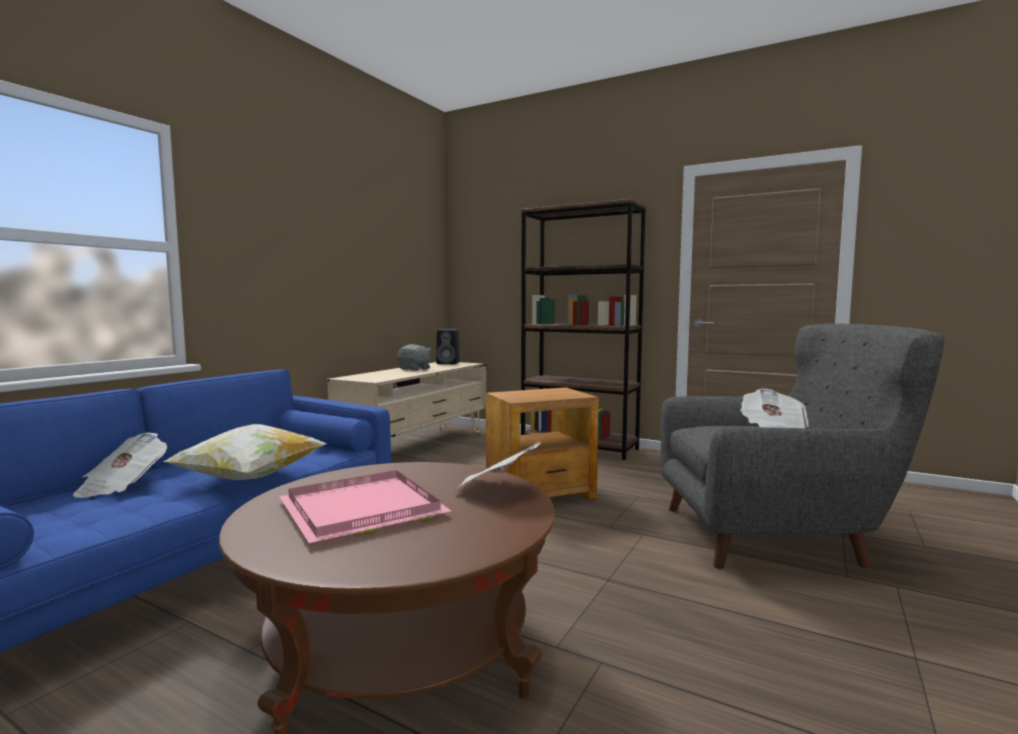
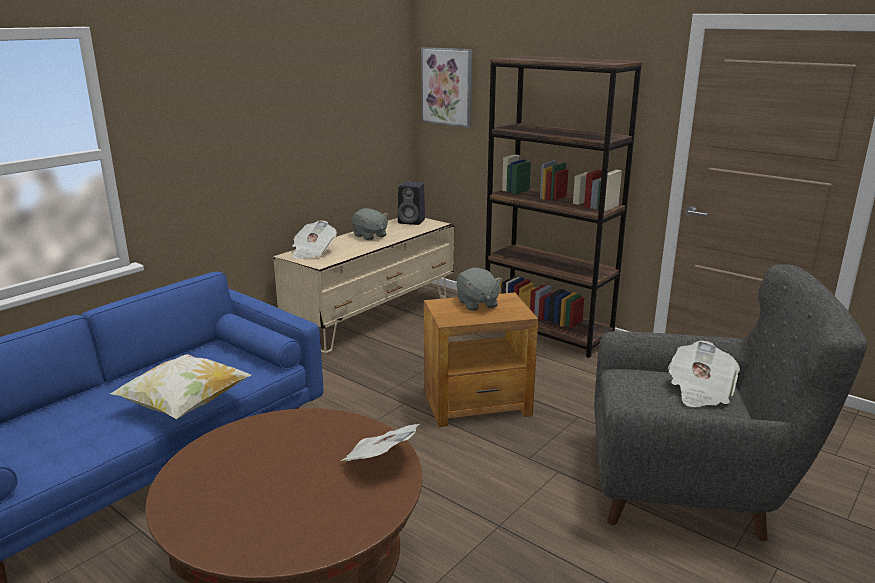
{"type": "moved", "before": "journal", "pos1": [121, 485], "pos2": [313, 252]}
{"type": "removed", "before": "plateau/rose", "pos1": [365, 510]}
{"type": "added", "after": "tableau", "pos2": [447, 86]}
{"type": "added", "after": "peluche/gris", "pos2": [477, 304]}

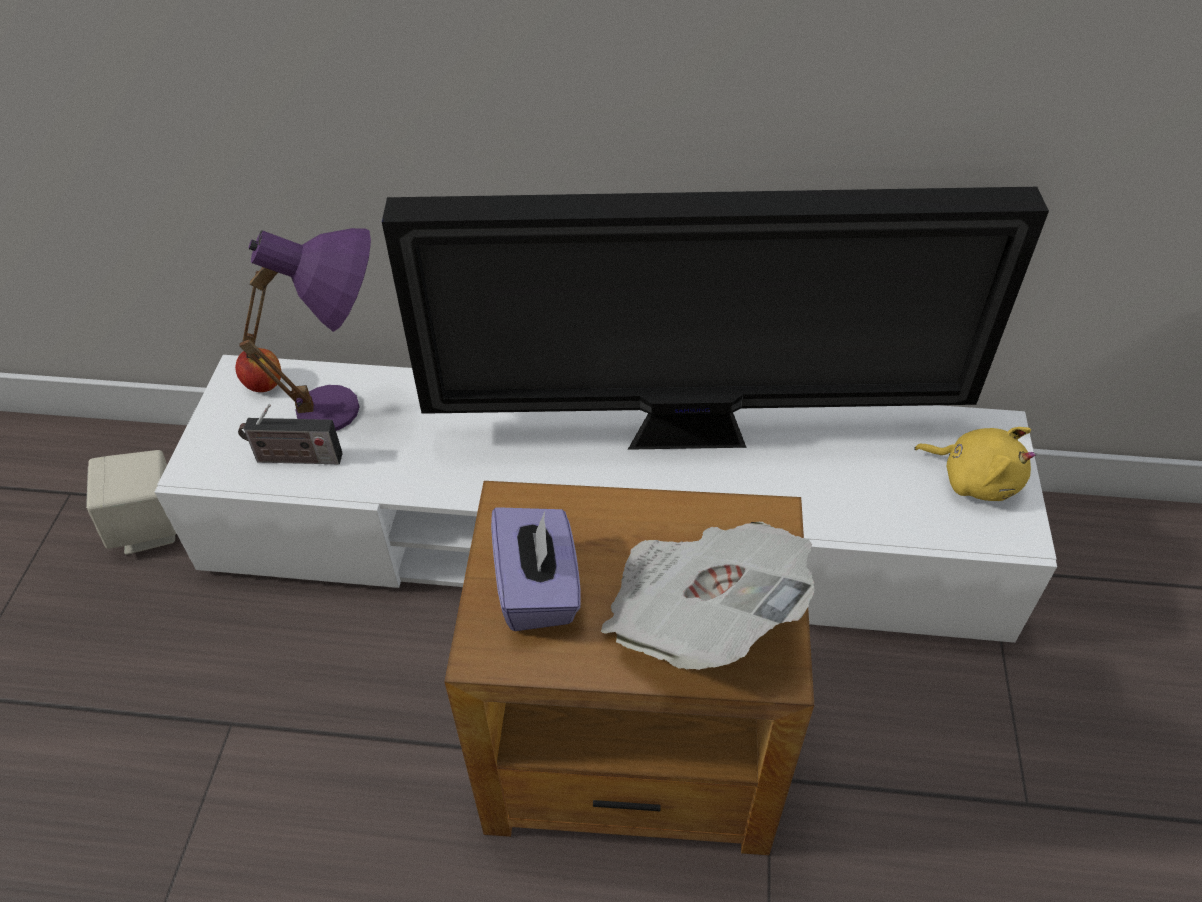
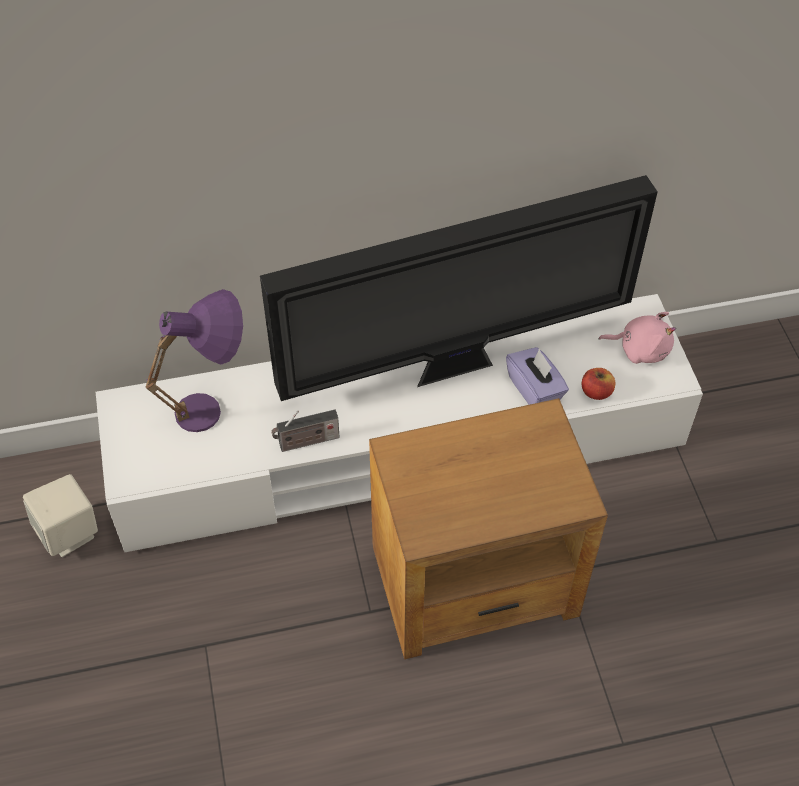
{"type": "moved", "before": "pomme", "pos1": [264, 383], "pos2": [596, 392]}
{"type": "moved", "before": "radio", "pos1": [295, 459], "pos2": [306, 442]}
{"type": "moved", "before": "boîte à mouchoirs/violet", "pos1": [538, 589], "pos2": [535, 389]}
{"type": "removed", "before": "journal", "pos1": [698, 616]}
{"type": "recoloured", "before": "peluche/jaune", "after": "peluche/rose", "pos1": [975, 479], "pos2": [640, 349]}

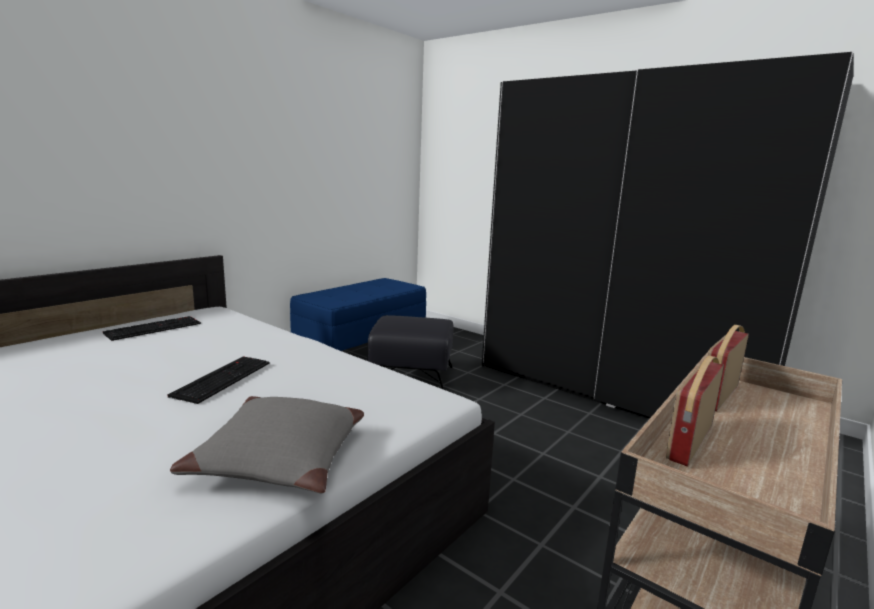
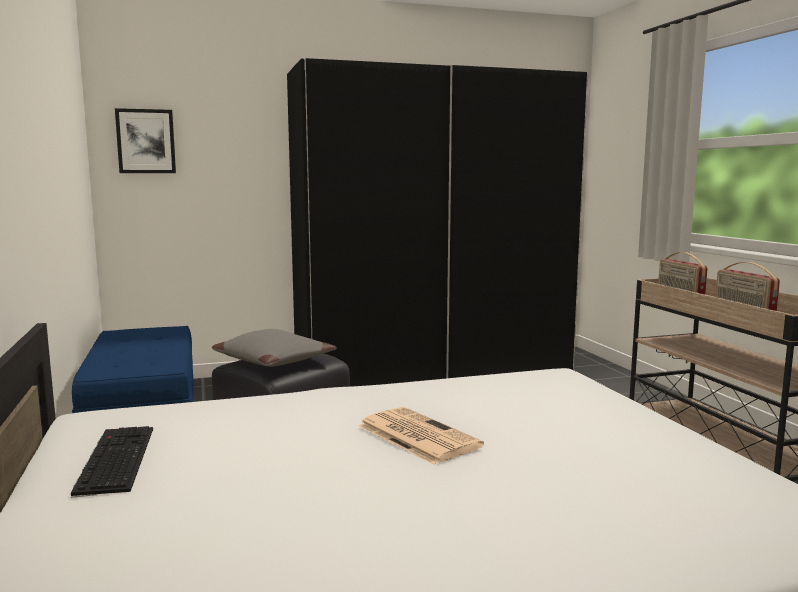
{"type": "replaced", "before": "clavier", "after": "journal", "pos1": [222, 378], "pos2": [416, 435]}
{"type": "moved", "before": "coussin/gris", "pos1": [281, 458], "pos2": [275, 361]}
{"type": "added", "after": "tableau", "pos2": [146, 141]}

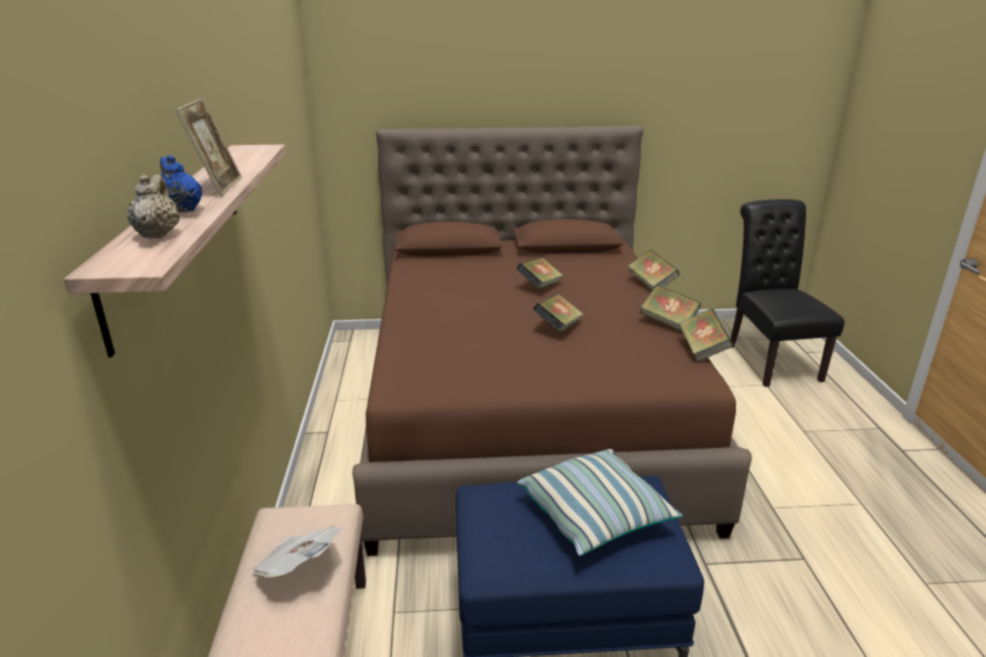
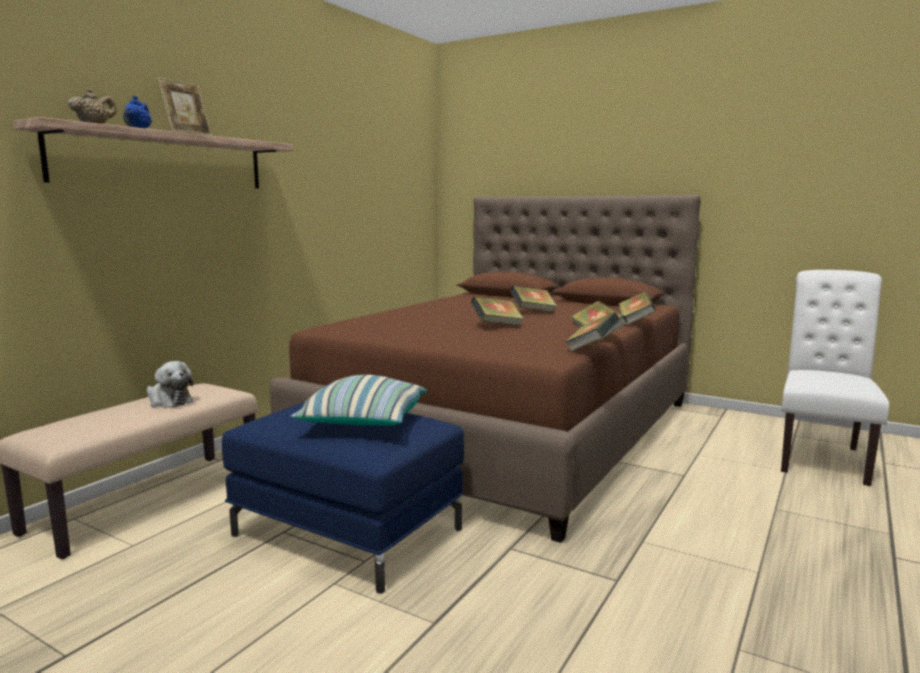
{"type": "replaced", "before": "journal", "after": "peluche", "pos1": [299, 568], "pos2": [168, 401]}
{"type": "recoloured", "before": "chaise/noir", "after": "chaise/blanc", "pos1": [769, 359], "pos2": [821, 457]}

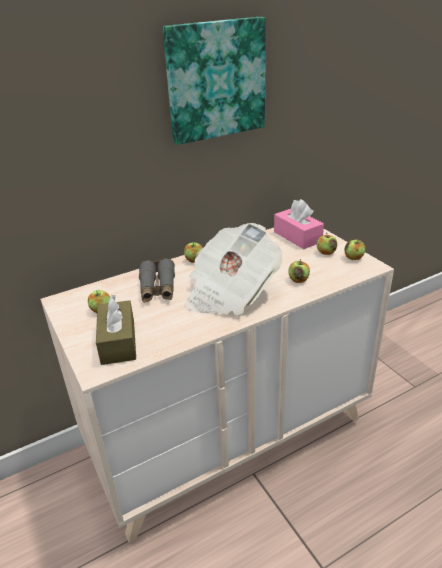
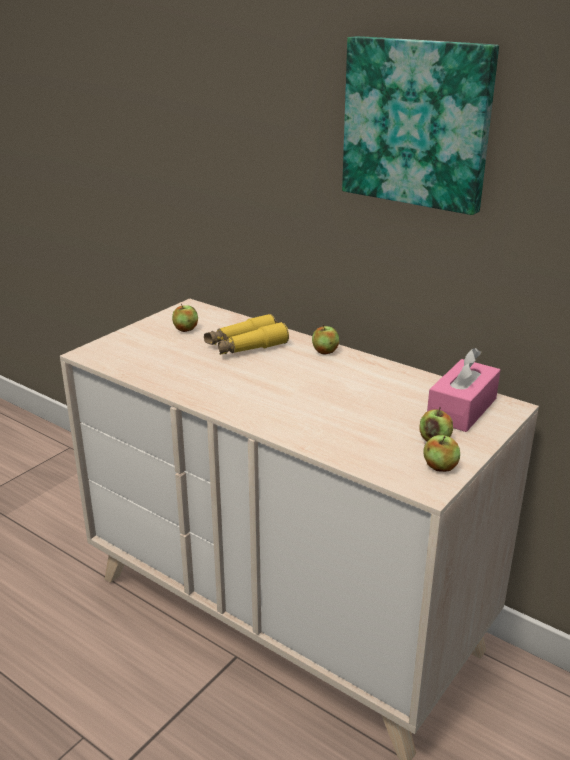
{"type": "removed", "before": "boîte à mouchoirs/marron", "pos1": [118, 342]}
{"type": "recoloured", "before": "jumelles/gris", "after": "jumelles/jaune", "pos1": [157, 288], "pos2": [245, 346]}
{"type": "removed", "before": "journal", "pos1": [230, 292]}
{"type": "removed", "before": "pomme", "pos1": [298, 280]}

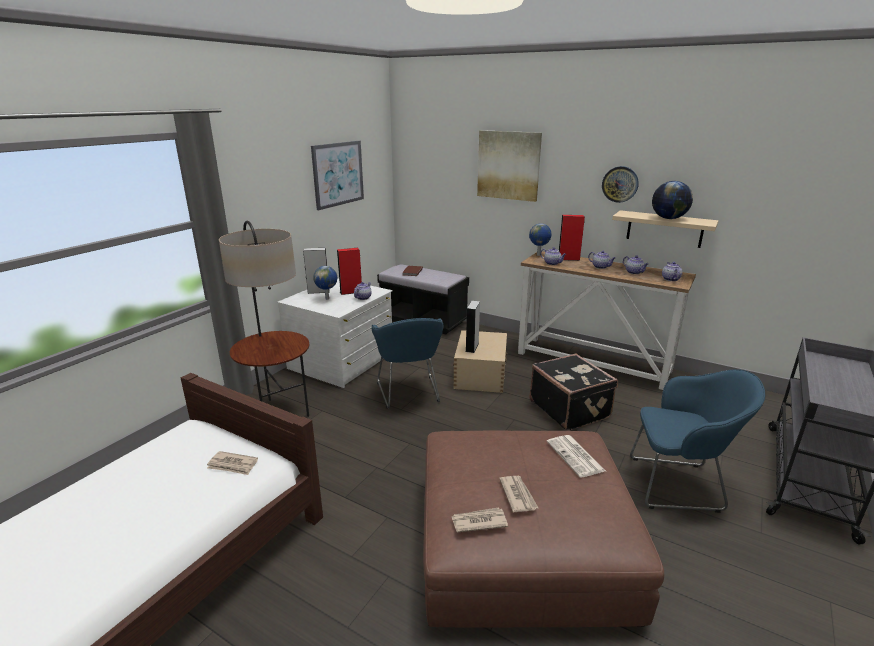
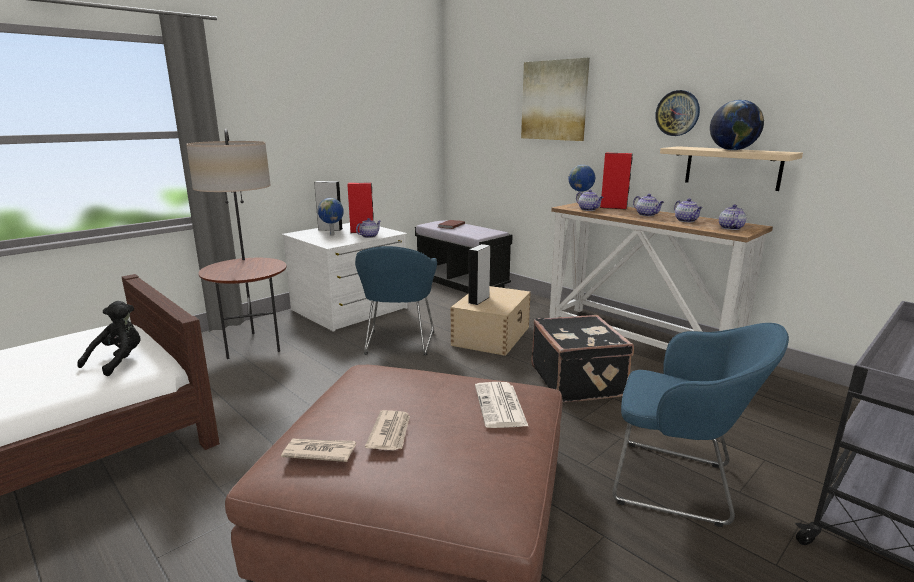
{"type": "replaced", "before": "journal", "after": "peluche/noir", "pos1": [233, 465], "pos2": [118, 361]}
{"type": "removed", "before": "tableau", "pos1": [338, 174]}

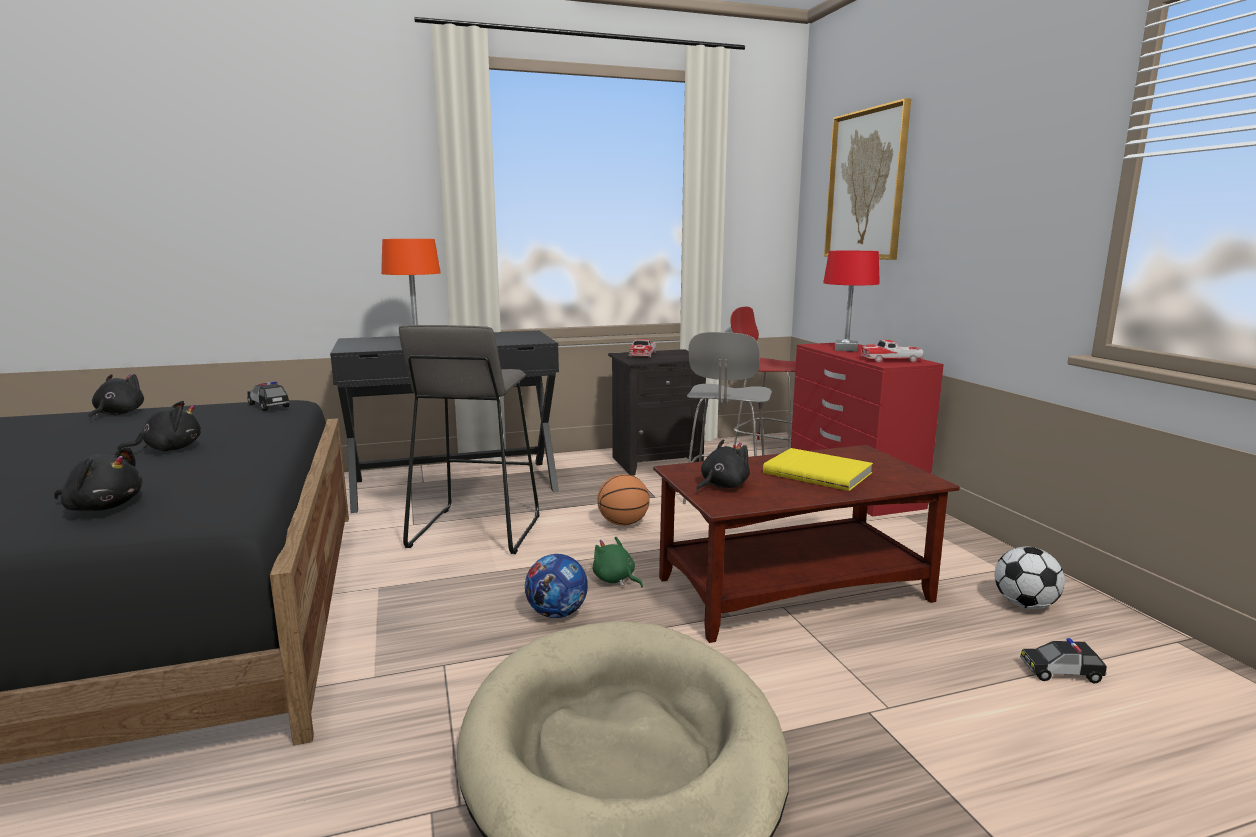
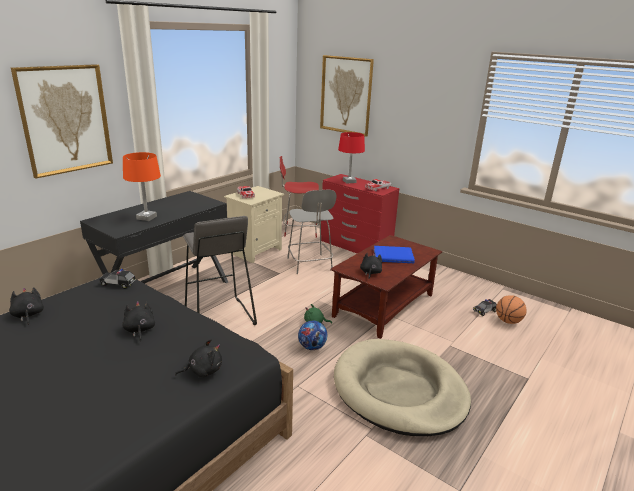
{"type": "turned", "before": "peluche/noir", "pos1": [169, 449], "pos2": [139, 330], "turn": -45}
{"type": "moved", "before": "ballon de basket", "pos1": [623, 524], "pos2": [508, 321]}
{"type": "recoloured", "before": "table de chevet/noir", "after": "table de chevet/beige", "pos1": [657, 462], "pos2": [255, 250]}
{"type": "recoloured", "before": "livre/jaune", "after": "livre/bleu", "pos1": [818, 472], "pos2": [393, 256]}
{"type": "removed", "before": "ballon de foot", "pos1": [1024, 605]}
{"type": "added", "after": "tableau", "pos2": [65, 119]}

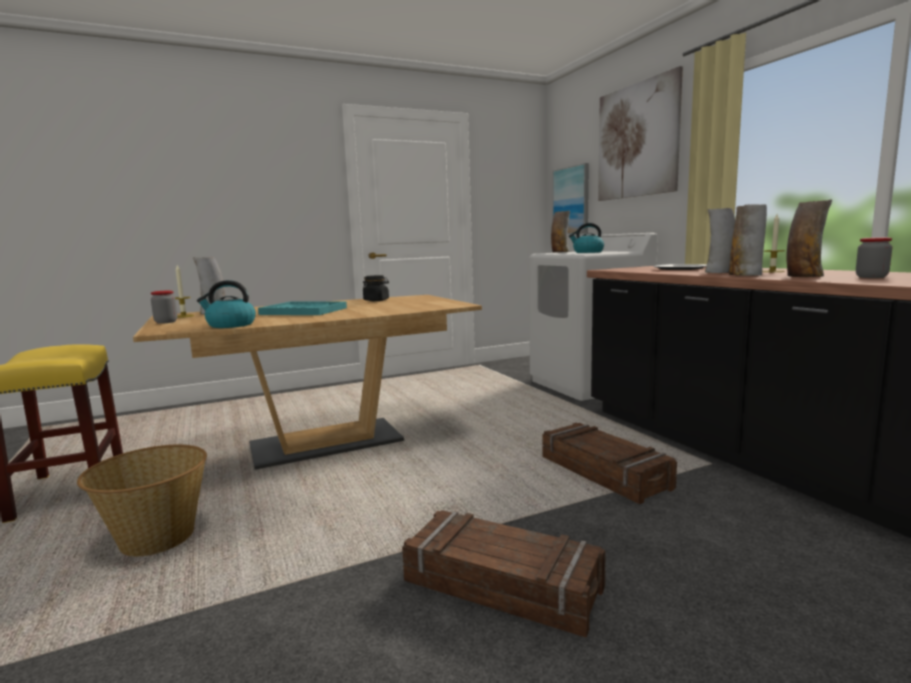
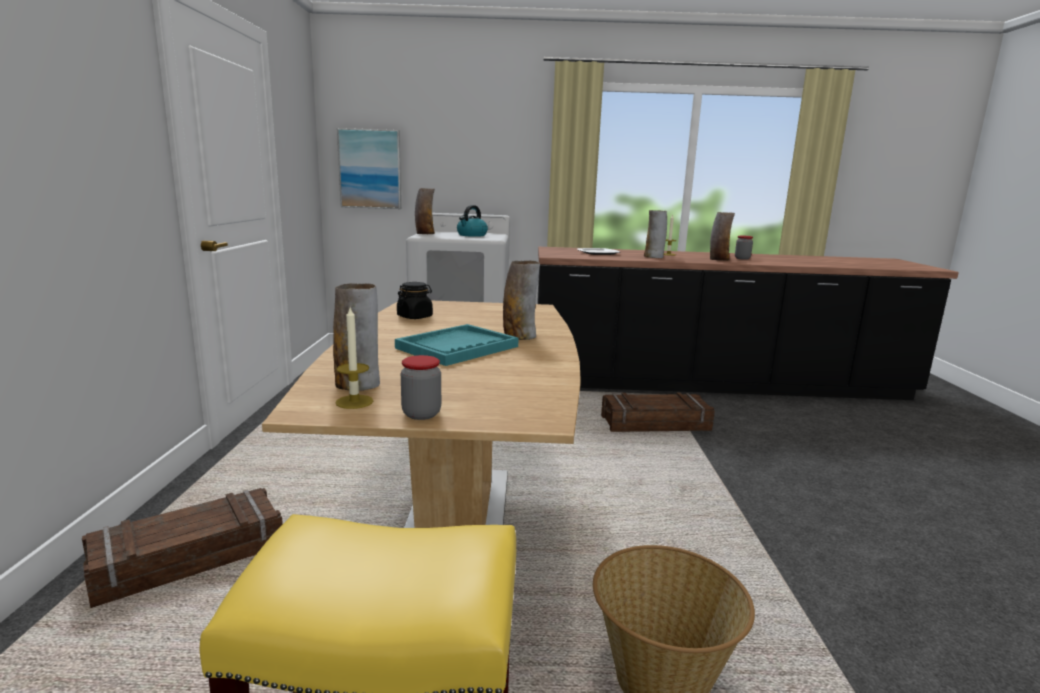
{"type": "removed", "before": "bouilloire", "pos1": [230, 325]}
{"type": "moved", "before": "caisse", "pos1": [502, 586], "pos2": [190, 558]}
{"type": "removed", "before": "tableau", "pos1": [637, 141]}
{"type": "moved", "before": "vase", "pos1": [745, 275], "pos2": [519, 336]}

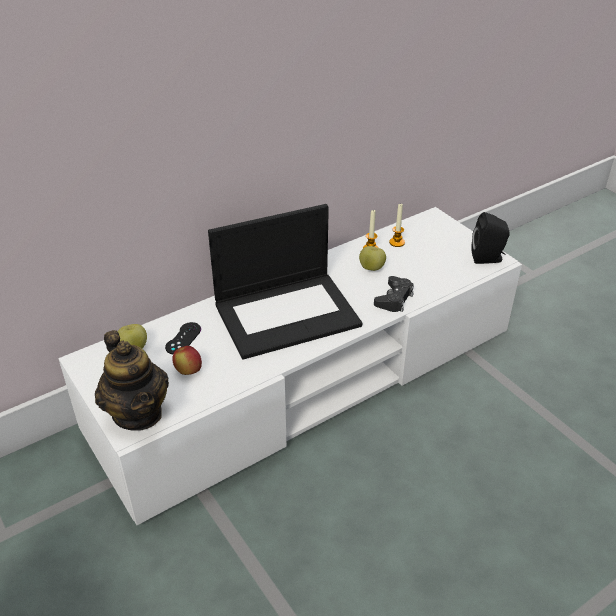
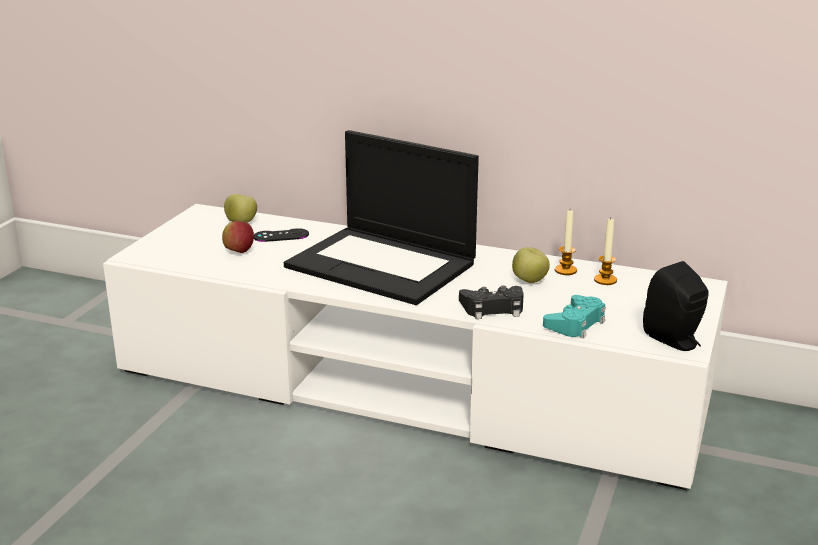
{"type": "removed", "before": "théière", "pos1": [138, 413]}
{"type": "added", "after": "manette/turquoise", "pos2": [575, 323]}

